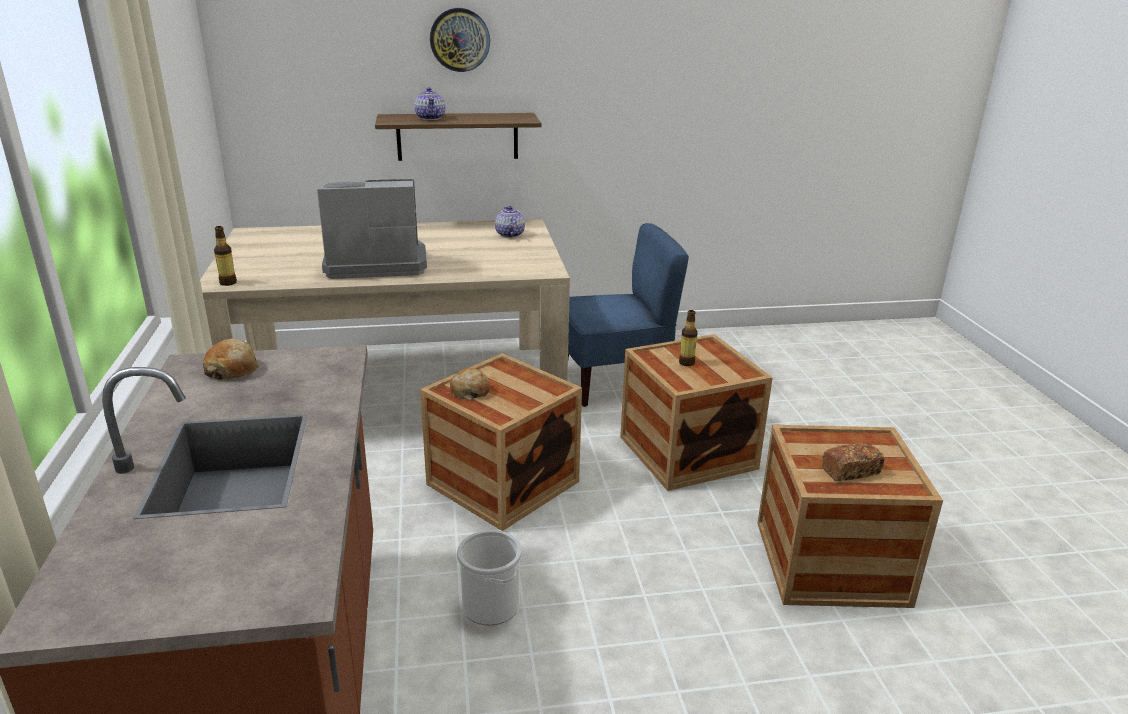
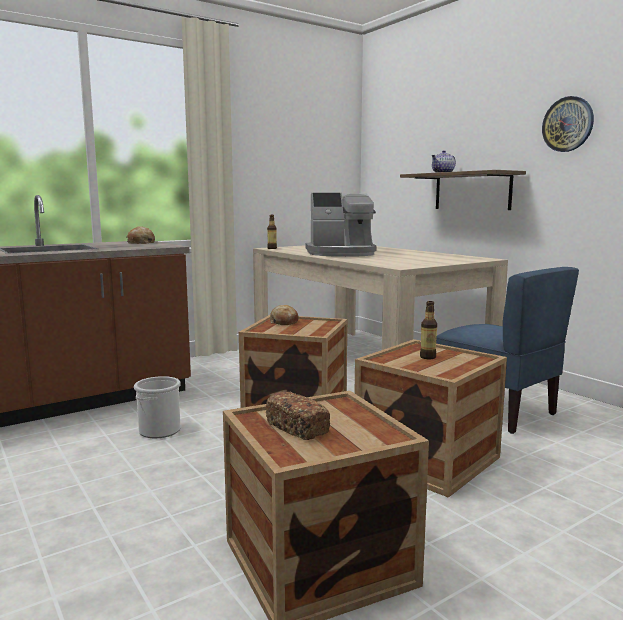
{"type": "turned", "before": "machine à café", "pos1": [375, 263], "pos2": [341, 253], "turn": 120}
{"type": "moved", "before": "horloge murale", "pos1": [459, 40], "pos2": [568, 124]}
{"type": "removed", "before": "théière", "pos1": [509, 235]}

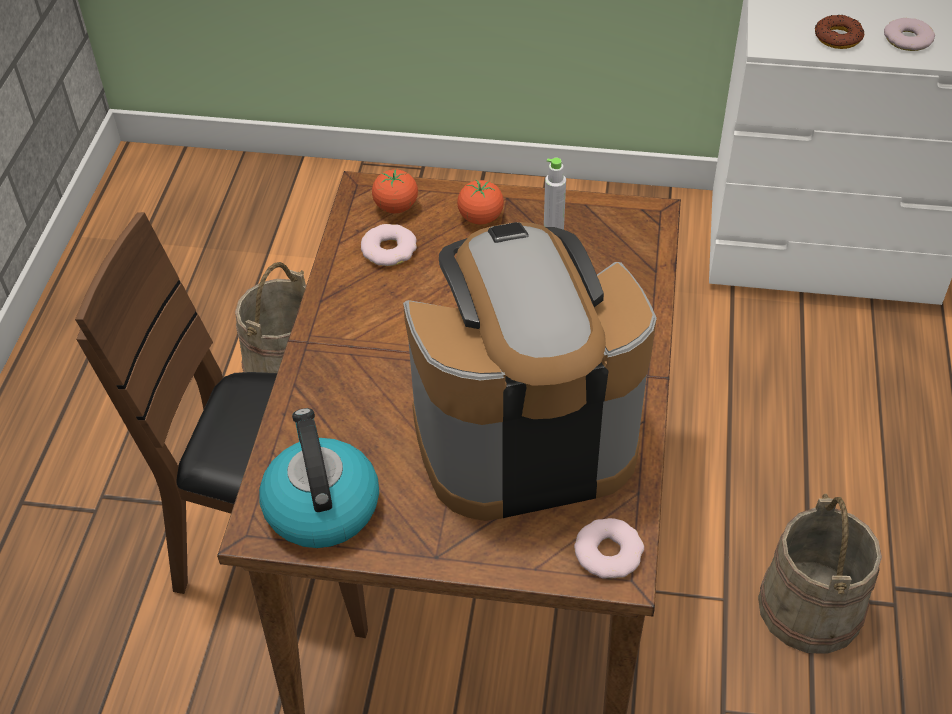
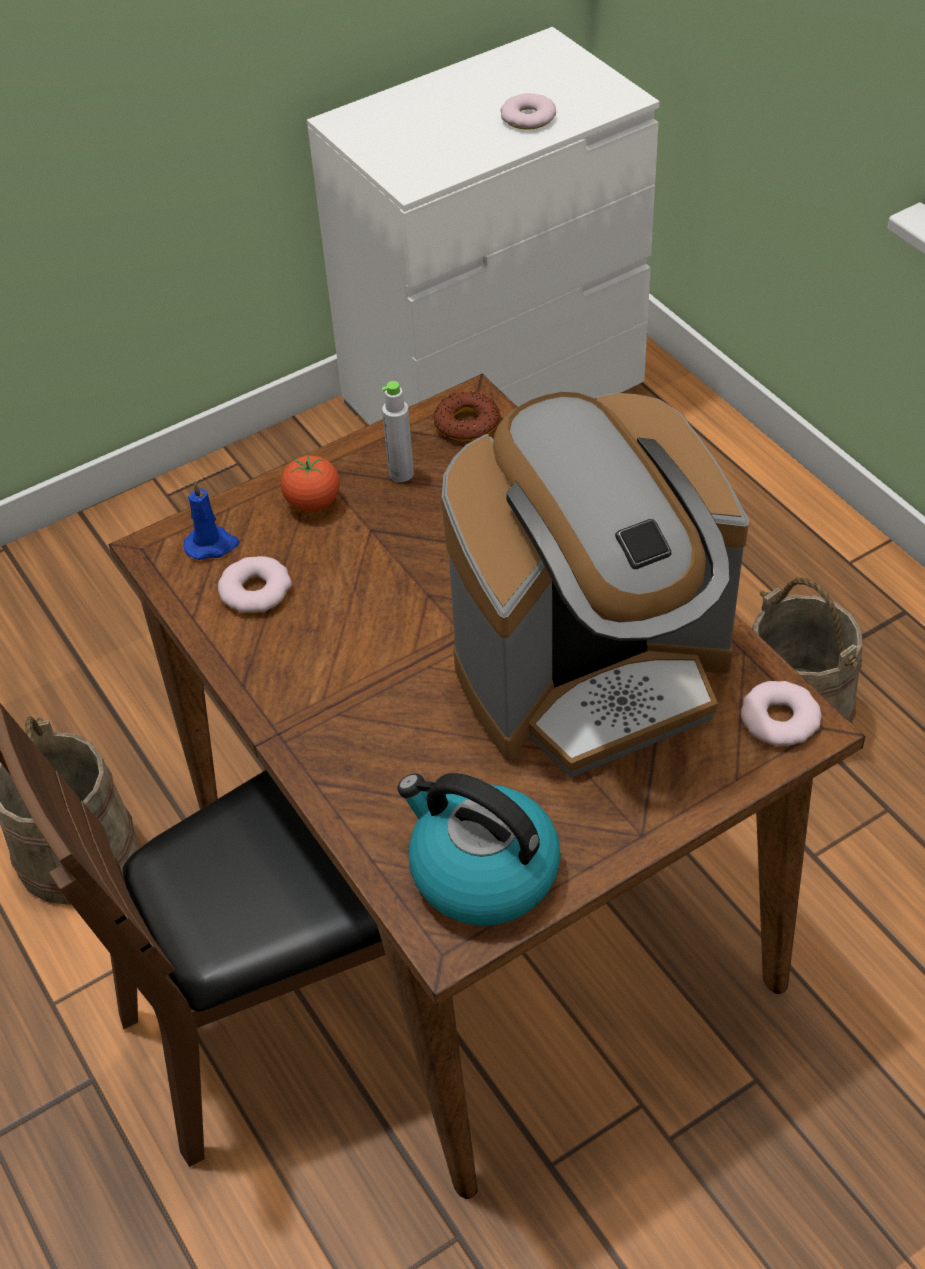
{"type": "replaced", "before": "tomate", "after": "bougie/bleu", "pos1": [396, 207], "pos2": [212, 545]}
{"type": "turned", "before": "machine à café", "pos1": [523, 437], "pos2": [593, 674], "turn": -150}
{"type": "moved", "before": "beignet", "pos1": [838, 37], "pos2": [467, 423]}

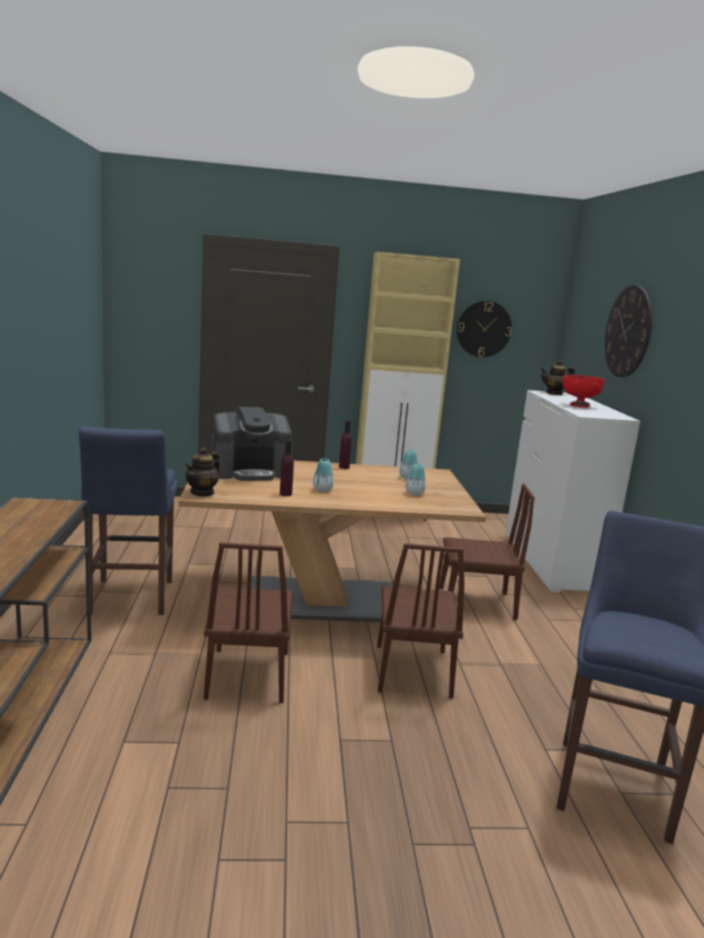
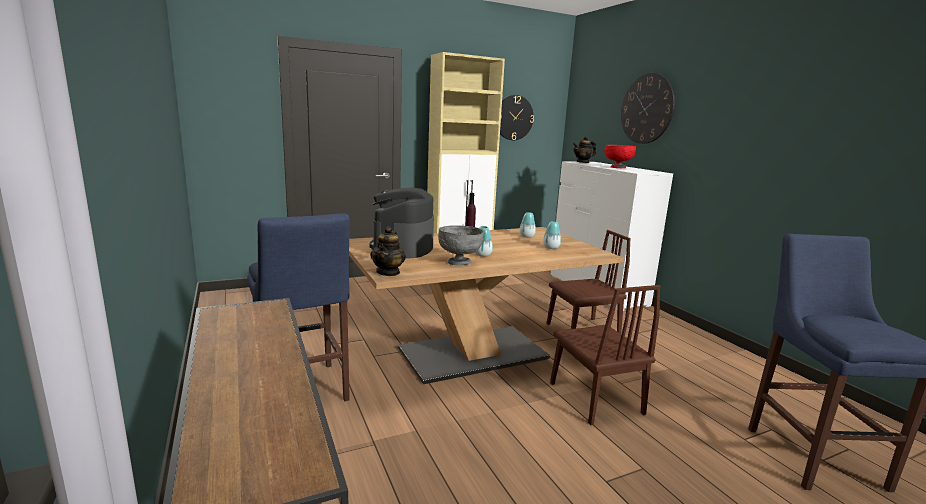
{"type": "removed", "before": "chaise/marron", "pos1": [248, 674]}
{"type": "turned", "before": "machine à café", "pos1": [250, 471], "pos2": [402, 247], "turn": 135}
{"type": "replaced", "before": "bouteille/violet", "after": "bol/gris", "pos1": [285, 494], "pos2": [459, 262]}

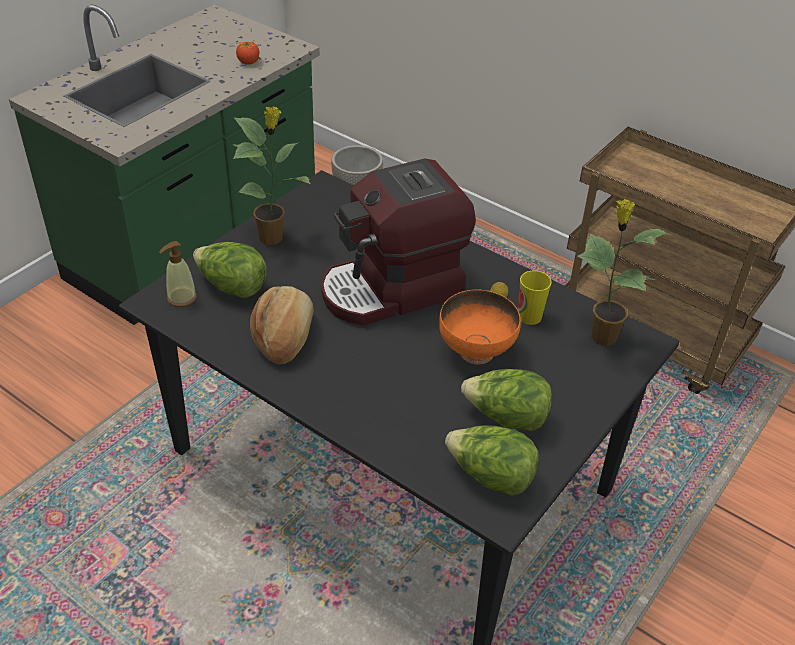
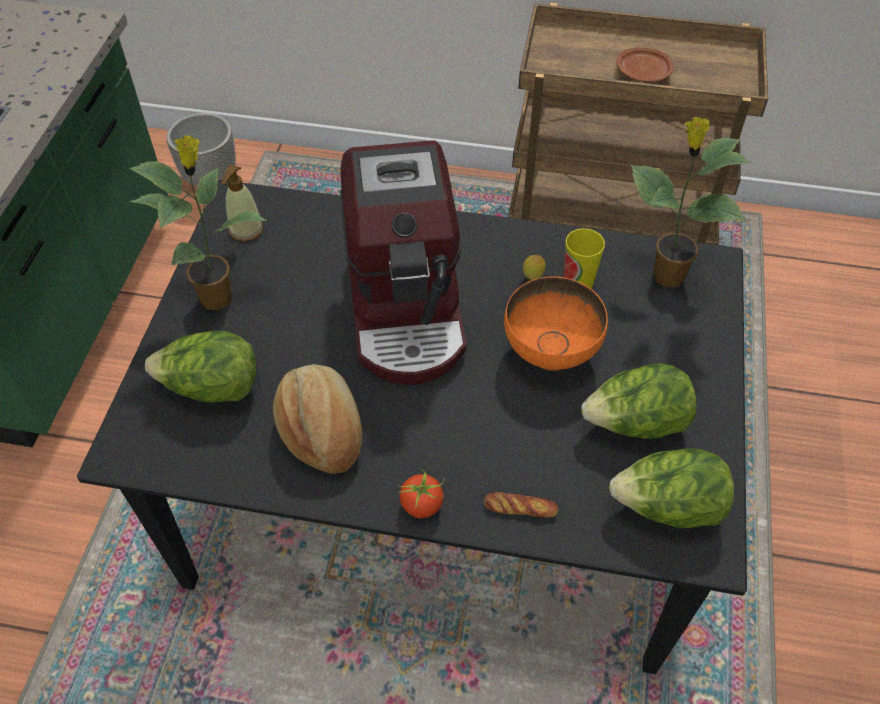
{"type": "moved", "before": "distributeur de savon", "pos1": [181, 298], "pos2": [246, 230]}
{"type": "moved", "before": "tomate", "pos1": [248, 62], "pos2": [422, 505]}
{"type": "turned", "before": "machine à café", "pos1": [393, 290], "pos2": [408, 310], "turn": -45}
{"type": "added", "after": "pain", "pos2": [520, 508]}
{"type": "added", "after": "assiette/marron", "pos2": [643, 74]}

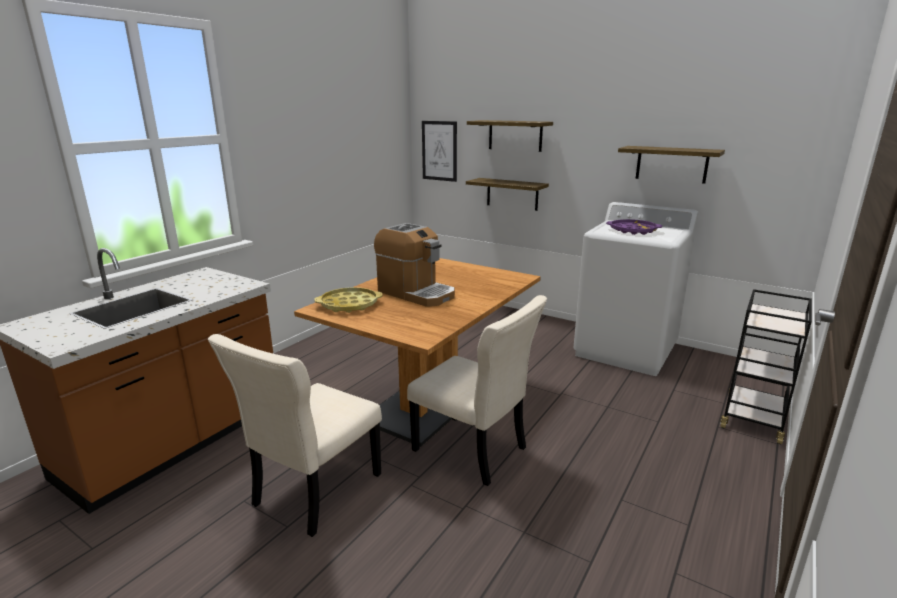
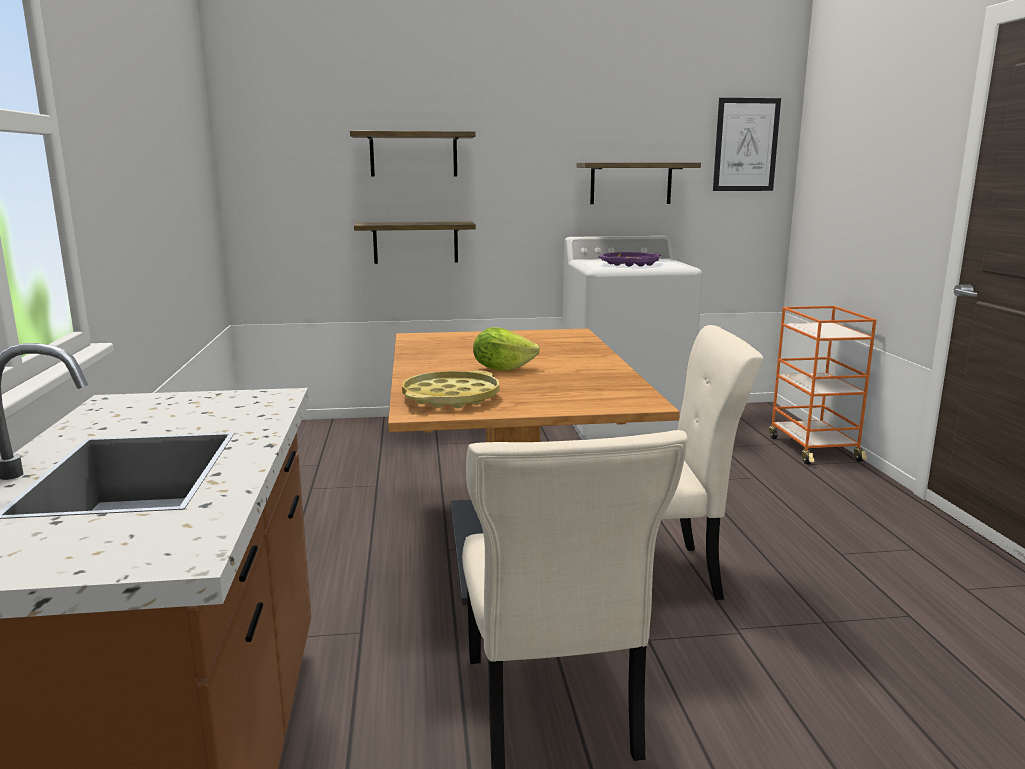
{"type": "replaced", "before": "machine à café", "after": "laitue", "pos1": [416, 293], "pos2": [502, 368]}
{"type": "moved", "before": "tableau", "pos1": [439, 151], "pos2": [746, 145]}
{"type": "recoloured", "before": "chariot/noir", "after": "chariot/orange", "pos1": [753, 418], "pos2": [812, 448]}

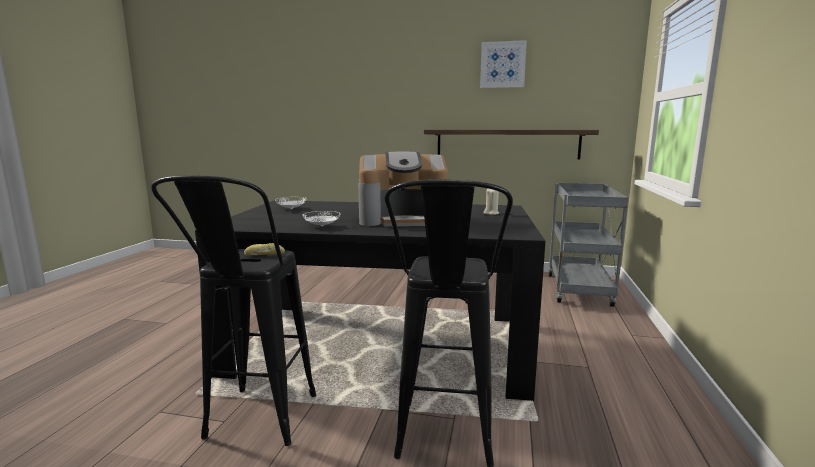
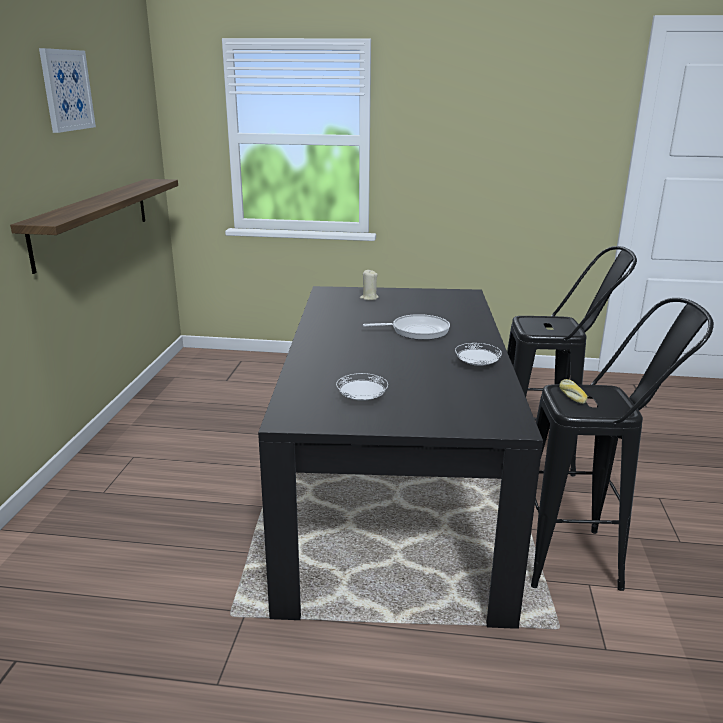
{"type": "replaced", "before": "machine à café", "after": "poêle", "pos1": [403, 219], "pos2": [416, 331]}
{"type": "removed", "before": "chariot/gris", "pos1": [580, 291]}

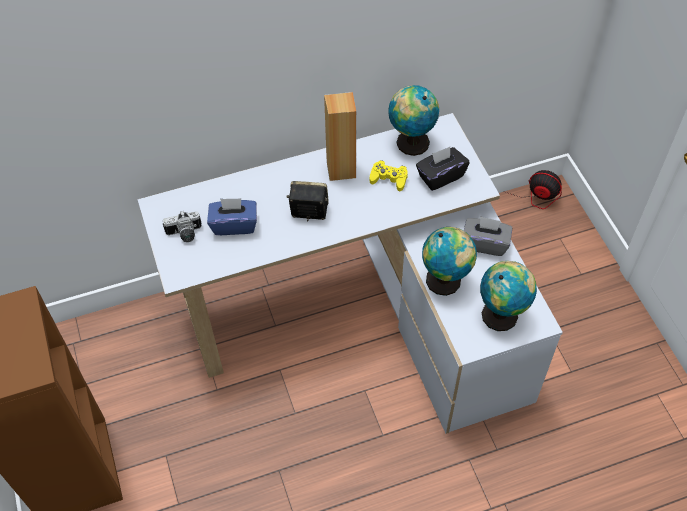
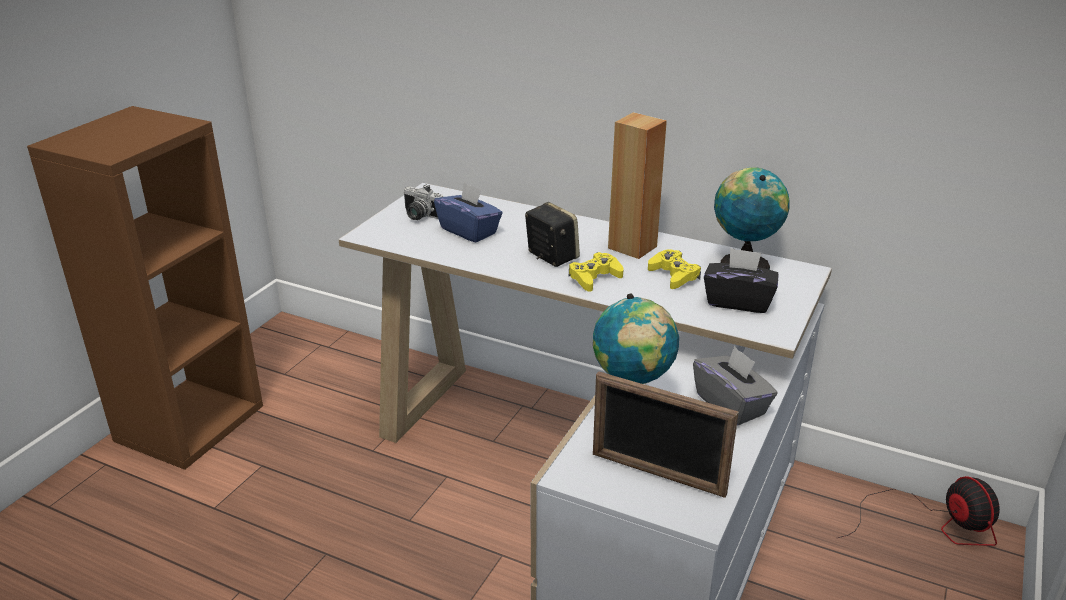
{"type": "replaced", "before": "globe", "after": "cadre photo", "pos1": [502, 314], "pos2": [657, 474]}
{"type": "added", "after": "manette/jaune", "pos2": [594, 278]}

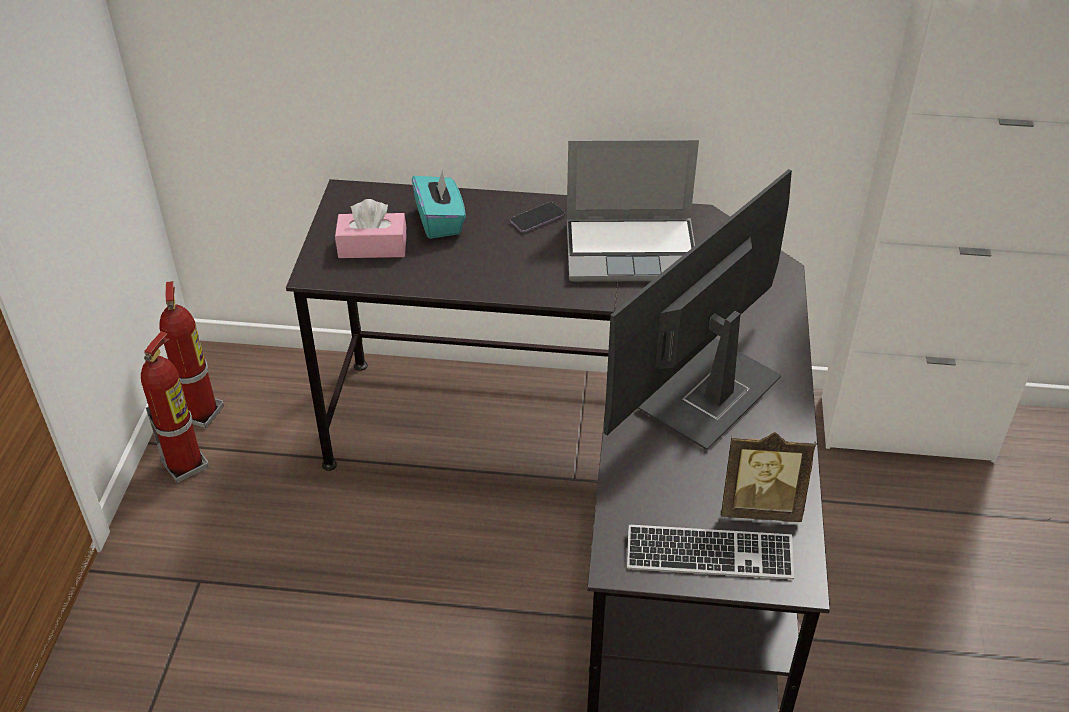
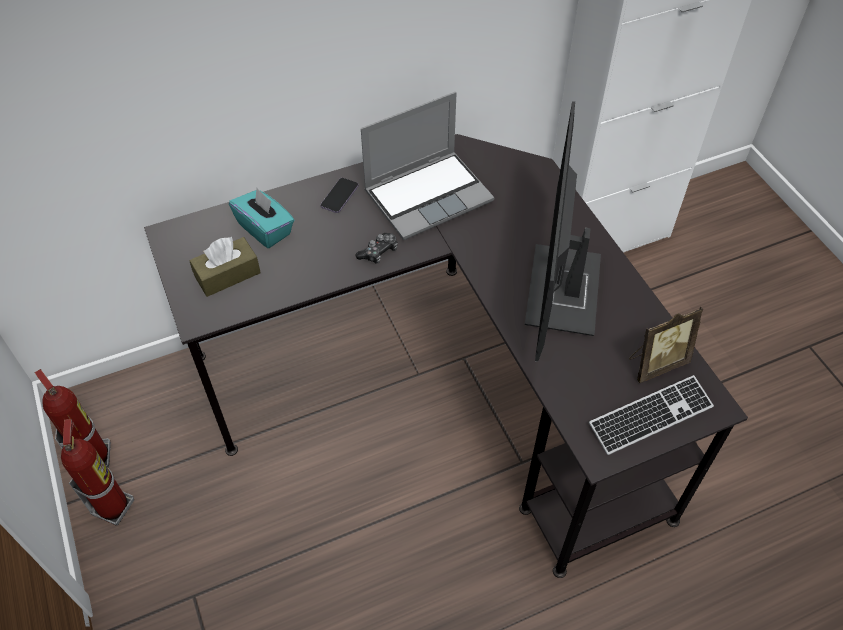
{"type": "recoloured", "before": "boîte à mouchoirs/rose", "after": "boîte à mouchoirs/marron", "pos1": [372, 247], "pos2": [227, 274]}
{"type": "added", "after": "manette", "pos2": [379, 252]}

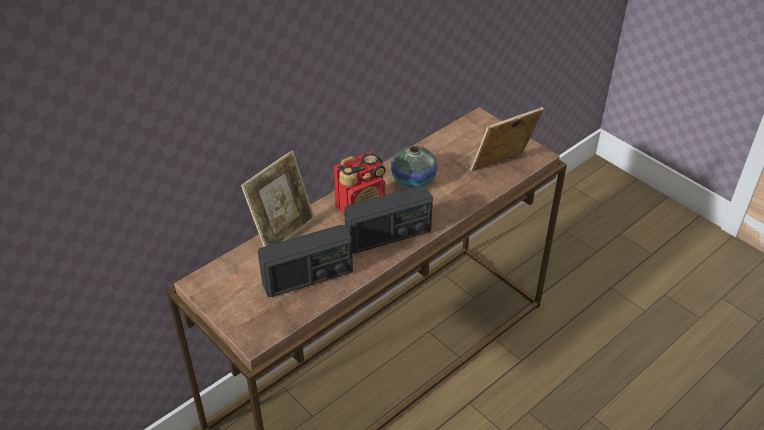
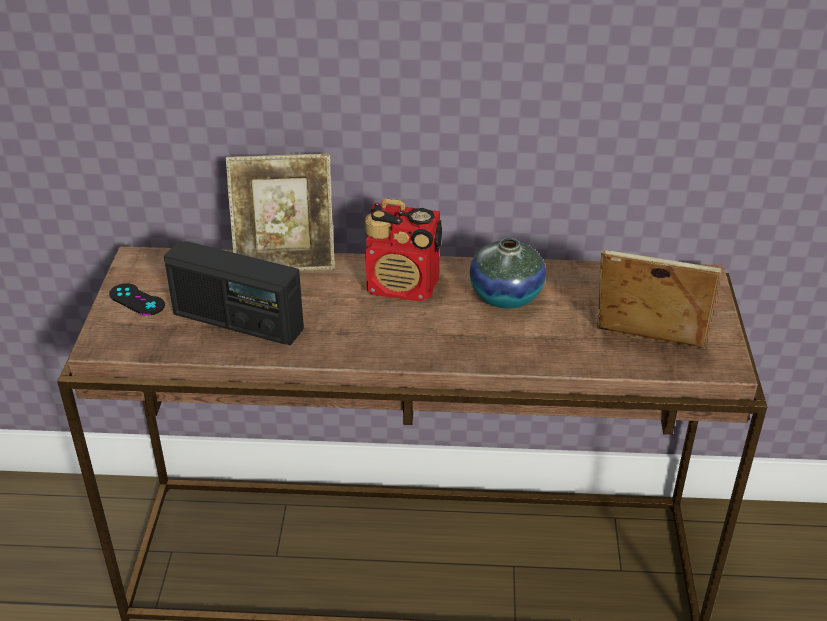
{"type": "removed", "before": "radio", "pos1": [388, 236]}
{"type": "added", "after": "manette/noir", "pos2": [137, 300]}

